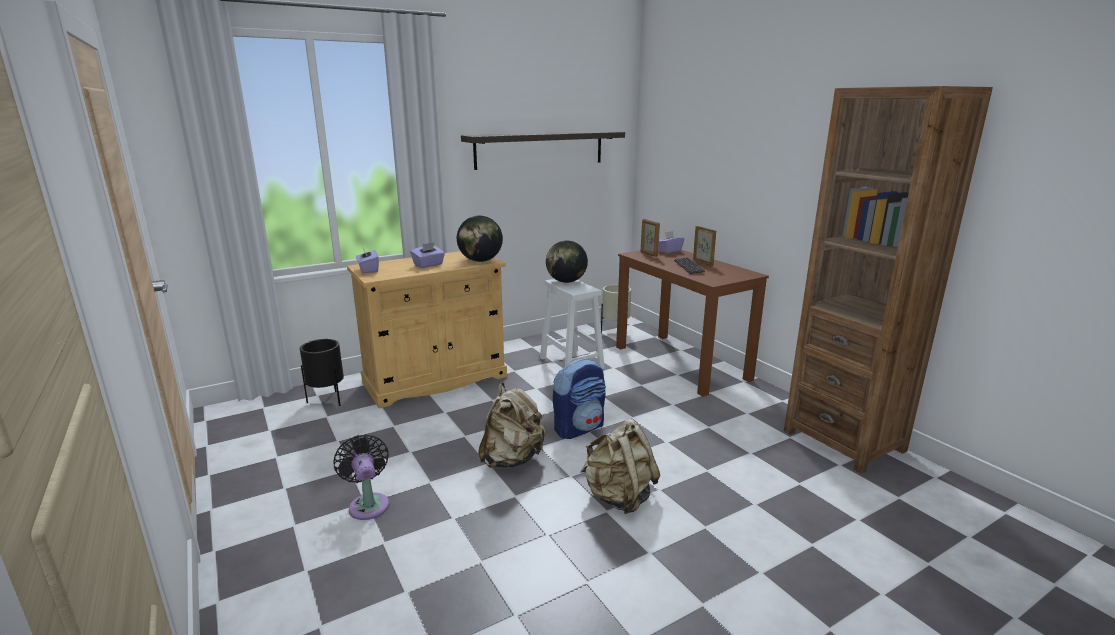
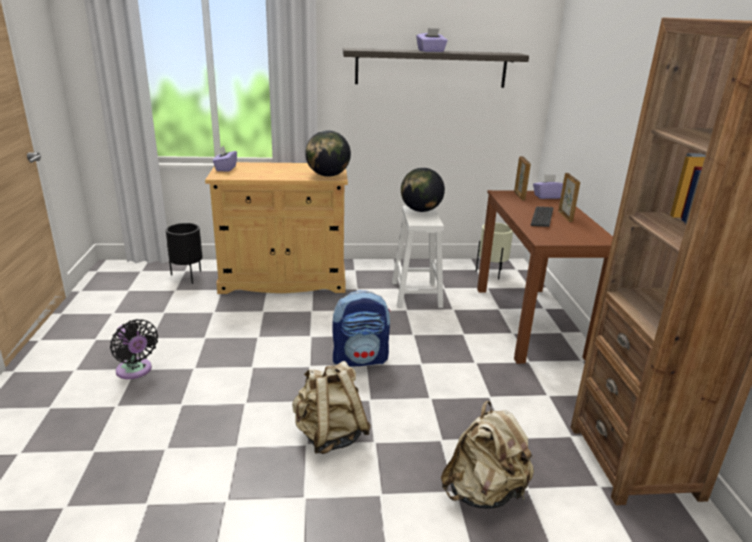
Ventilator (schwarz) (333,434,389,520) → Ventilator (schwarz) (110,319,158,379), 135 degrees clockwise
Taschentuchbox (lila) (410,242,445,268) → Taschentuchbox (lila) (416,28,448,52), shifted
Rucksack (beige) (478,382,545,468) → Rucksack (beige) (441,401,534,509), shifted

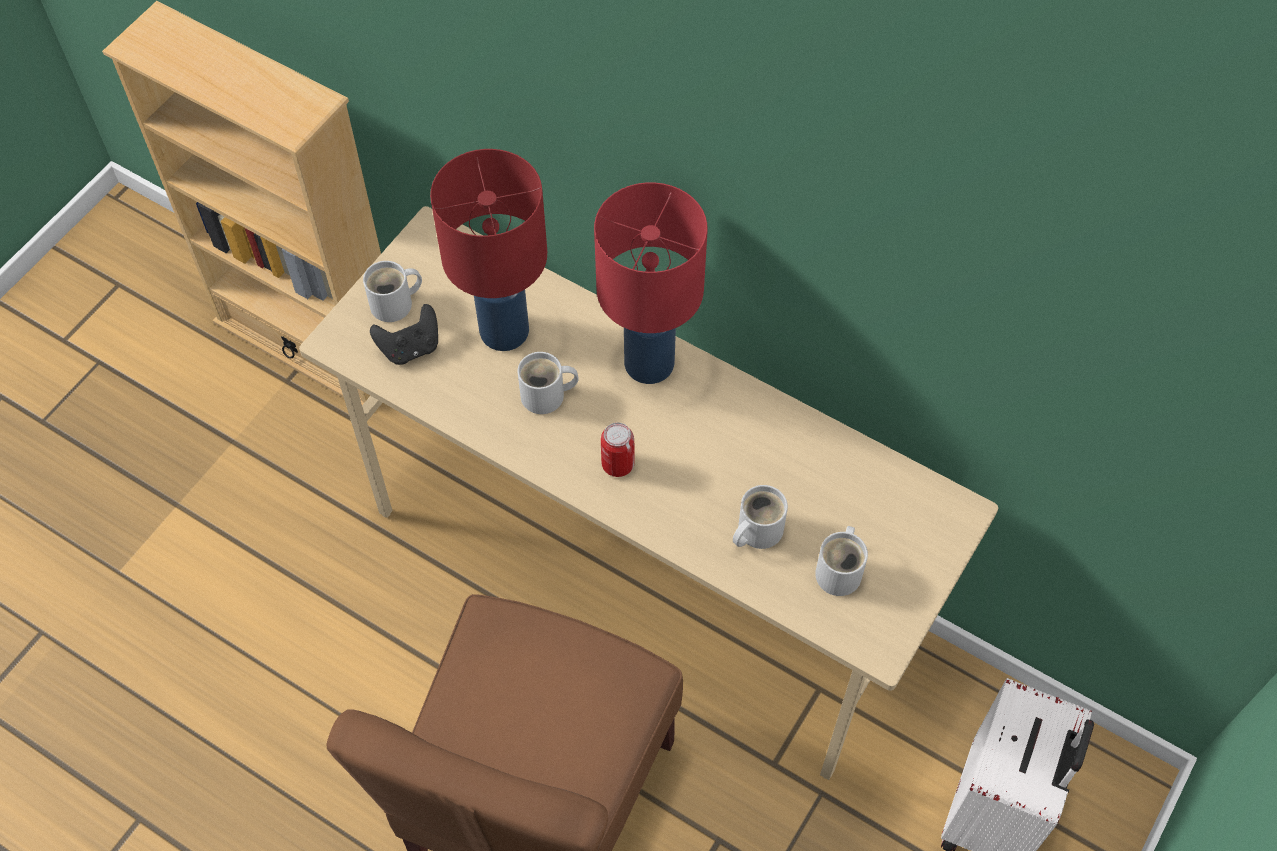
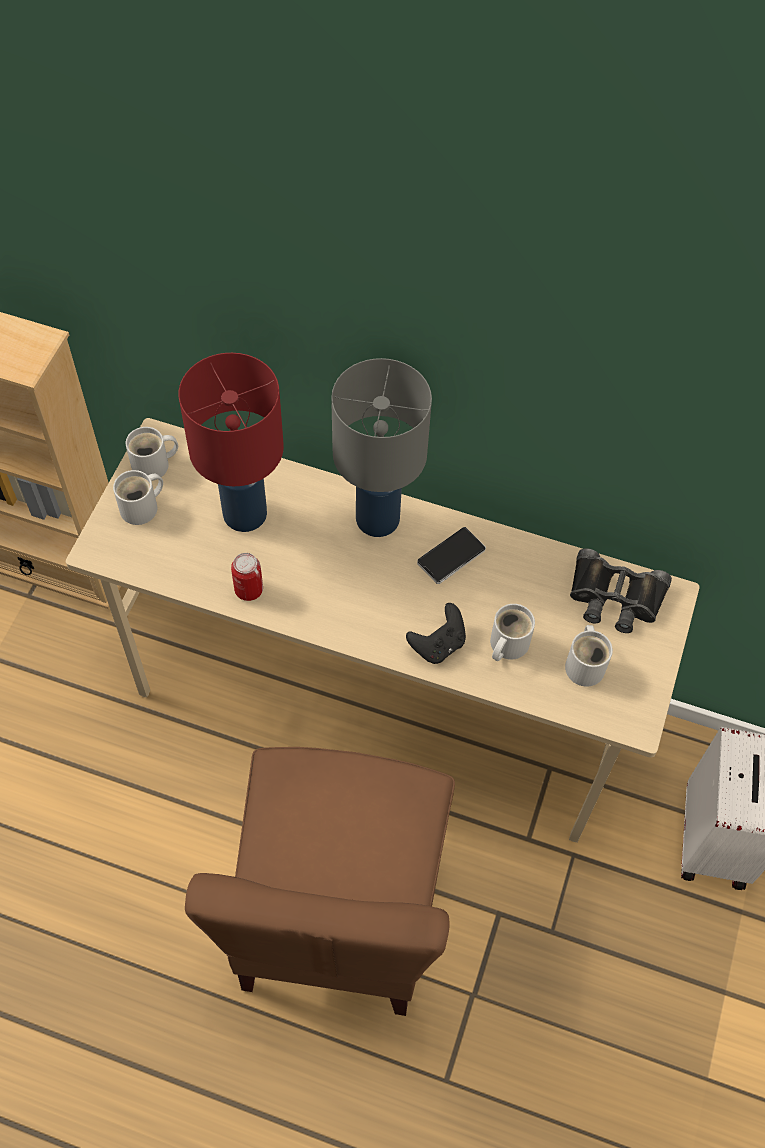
Henkelbecher (weiß) (517,352,579,414) → Henkelbecher (weiß) (126,427,178,481), shifted
Dose (601,422,635,477) → Dose (231,553,263,601), shifted
Tischlampe (rot) (594,182,708,384) → Tischlampe (grau) (331,358,432,537)
Gamepad (schwarz) (370,304,438,365) → Gamepad (schwarz) (406,603,466,664), shifted
- → Handy (417,527,486,584)
- → Fernglas (schwarz) (570,548,672,633)

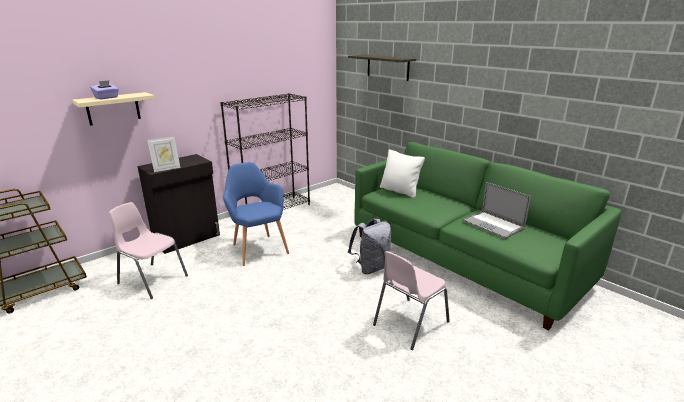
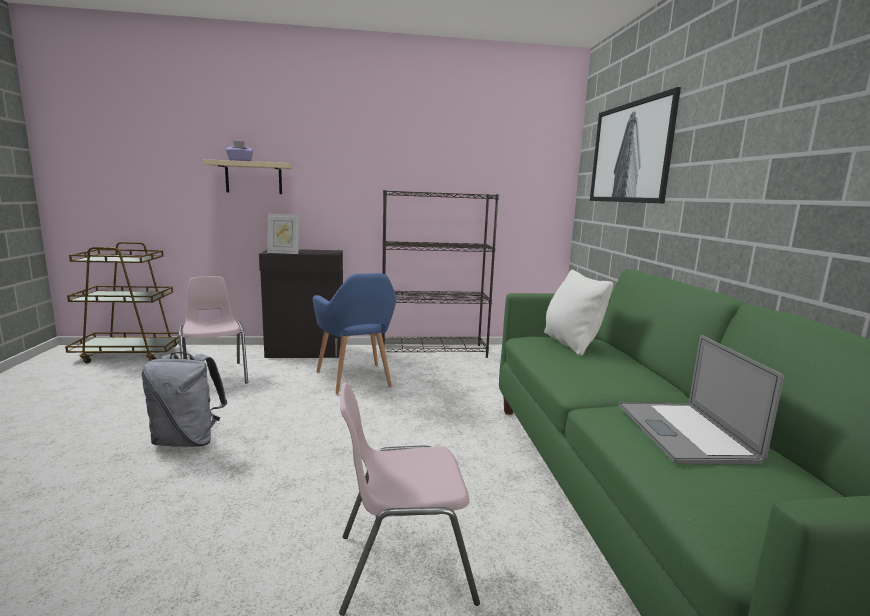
Rucksack (grau) (348,219,391,274) → Rucksack (grau) (142,352,227,447), shifted
Sessel (blau) (223,162,289,266) → Sessel (blau) (313,273,396,394), 150 degrees clockwise
Wandregal (348,55,416,81) → Bild (590,87,681,204)

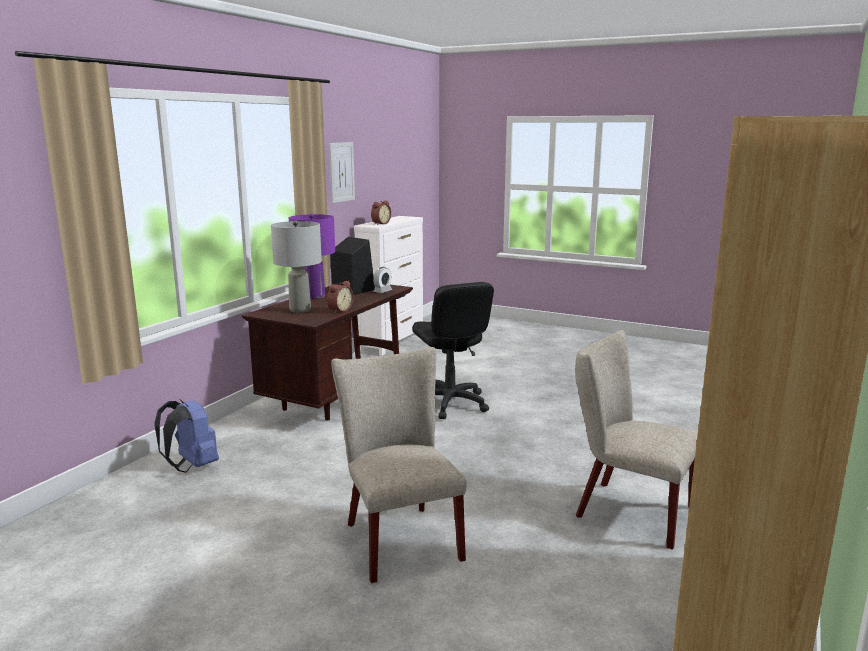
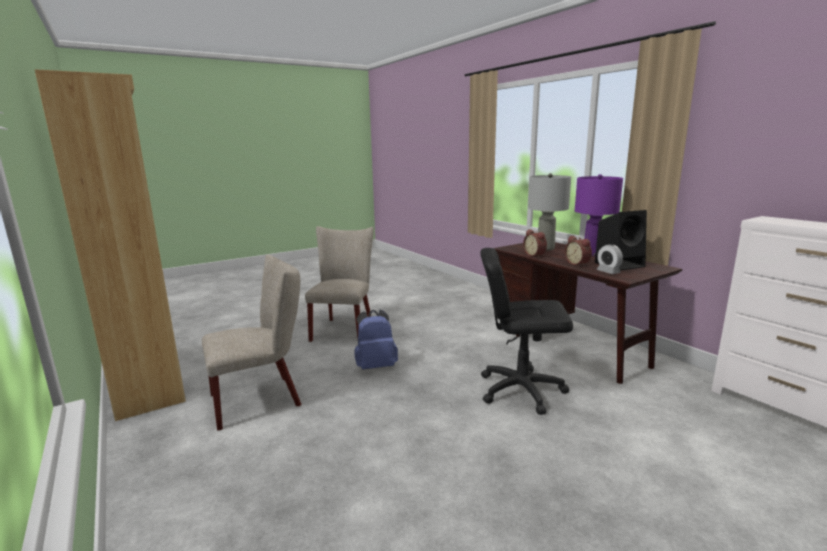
Stuhl (beige) (331,347,467,583) → Stuhl (beige) (305,226,374,342), 90 degrees counterclockwise
Rucksack (blau) (154,399,219,473) → Rucksack (blau) (354,310,398,370), shifted
Wecker (371,200,391,225) → Wecker (565,236,592,267), shifted
Bild (329,142,355,203) → -

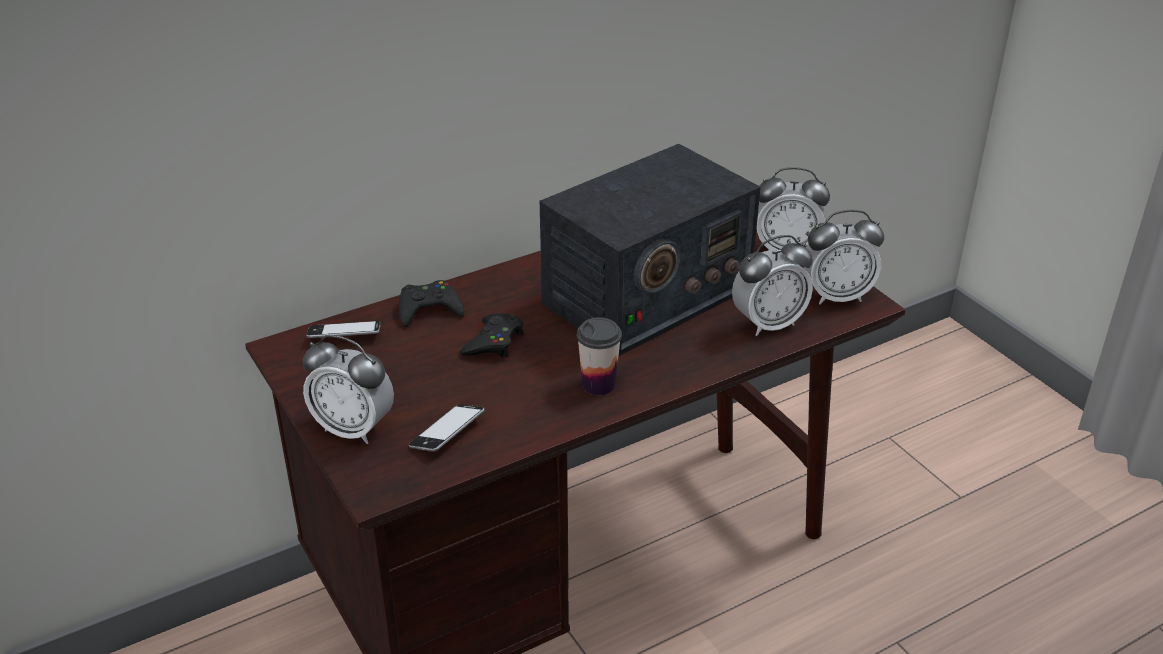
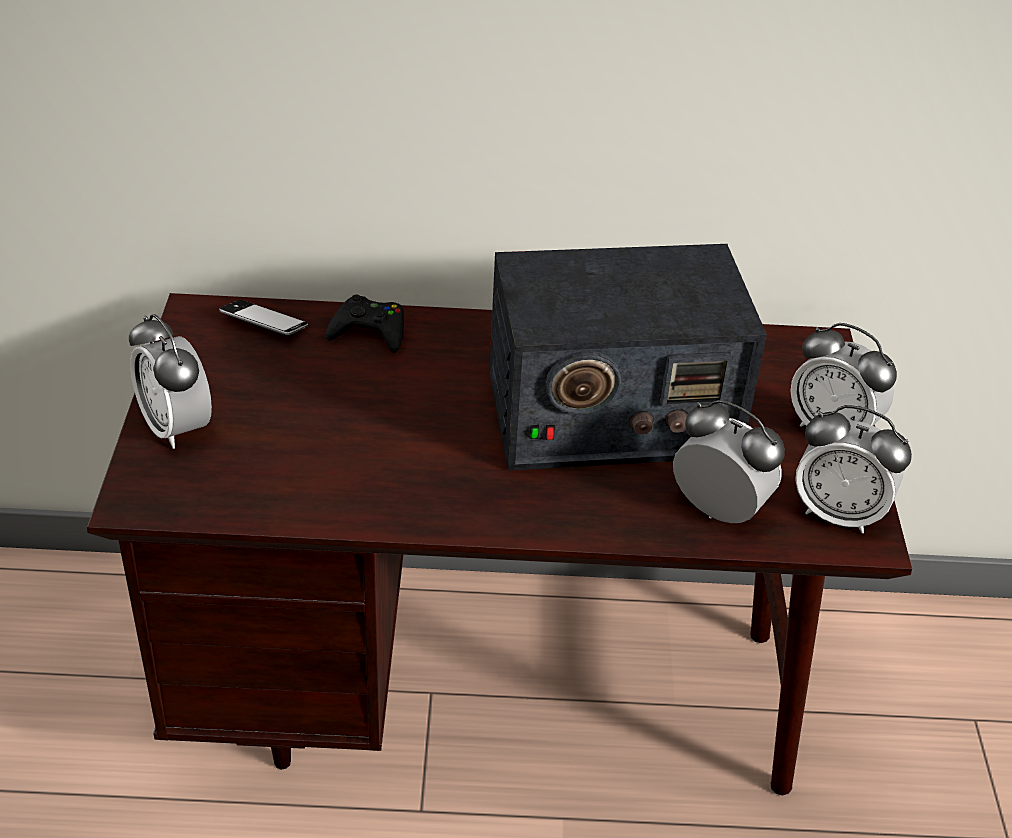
Wecker (732,235,813,336) → Wecker (673,400,785,523), 150 degrees counterclockwise
Handy (409,404,485,452) → -
Gamepad (schwarz) (459,313,524,358) → -
Tasse (577,317,622,395) → -

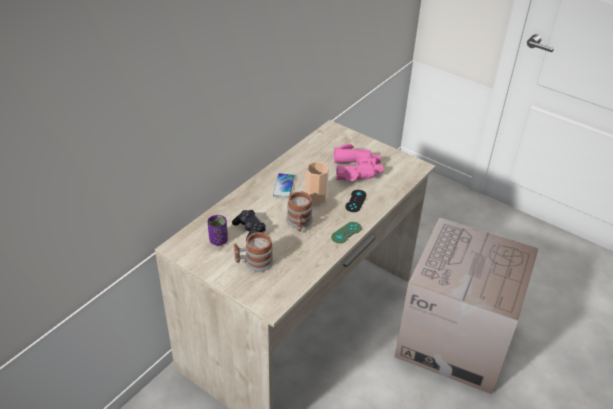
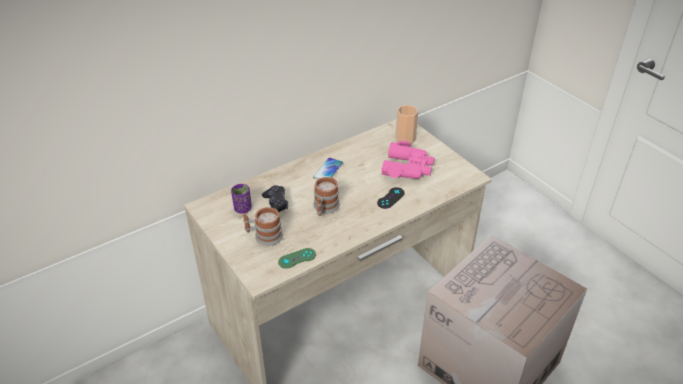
Gamepad (grün) (331,222,362,243) → Gamepad (grün) (278,248,316,269), shifted
Tasse (305,161,329,205) → Tasse (395,105,418,144), shifted

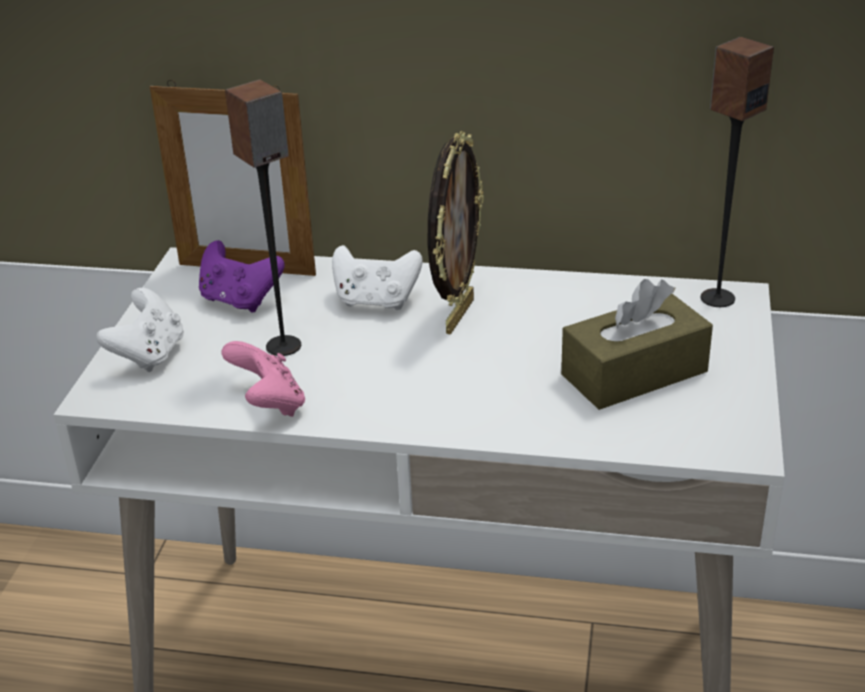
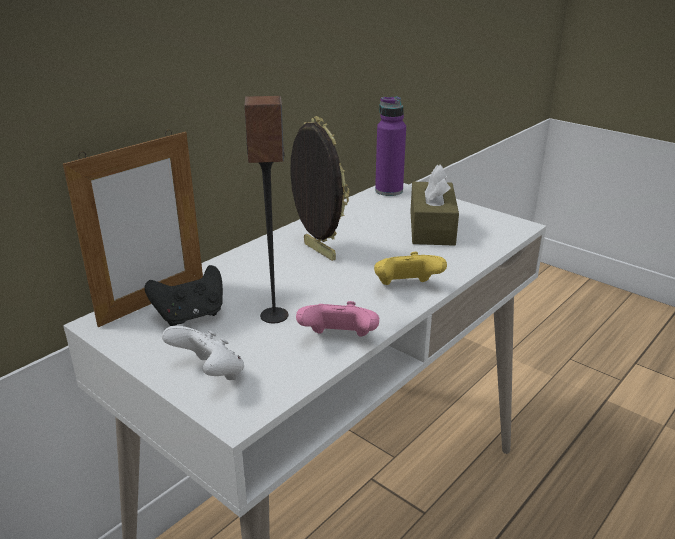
Gamepad (lila) (199,240,285,312) → Gamepad (schwarz) (144,265,223,326)
- → Gamepad (gelb) (374,252,447,285)
Lautsprecher (701,37,774,307) → Flasche (lila) (375,97,406,196)
Gamepad (weiß) (332,245,423,310) → -

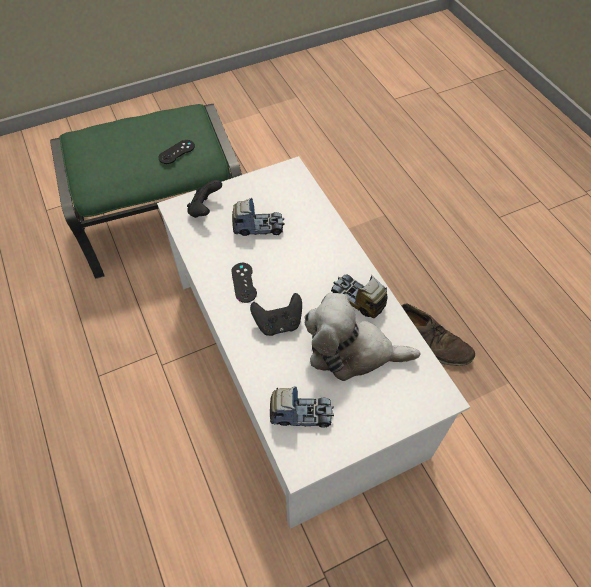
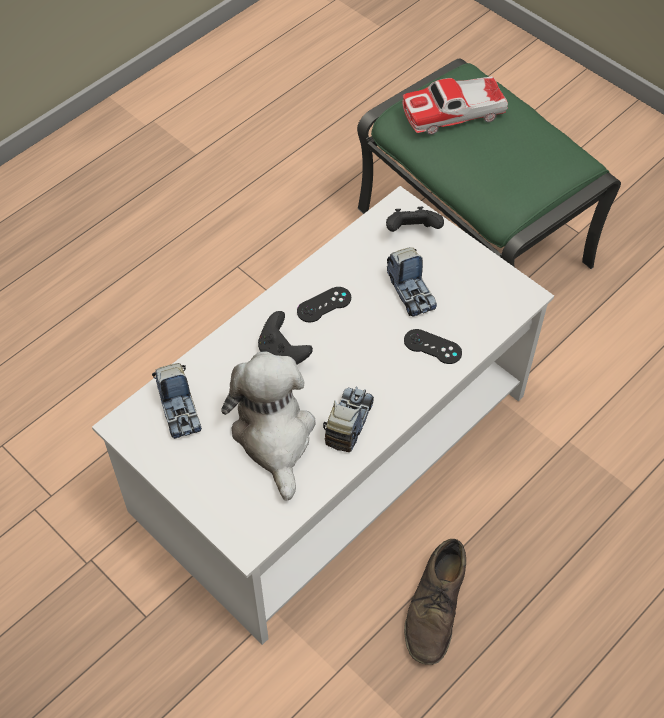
- → Spielzeugauto (402,76,508,135)
Gamepad (schwarz) (159,140,195,164) → Gamepad (schwarz) (404,329,462,364), shifted

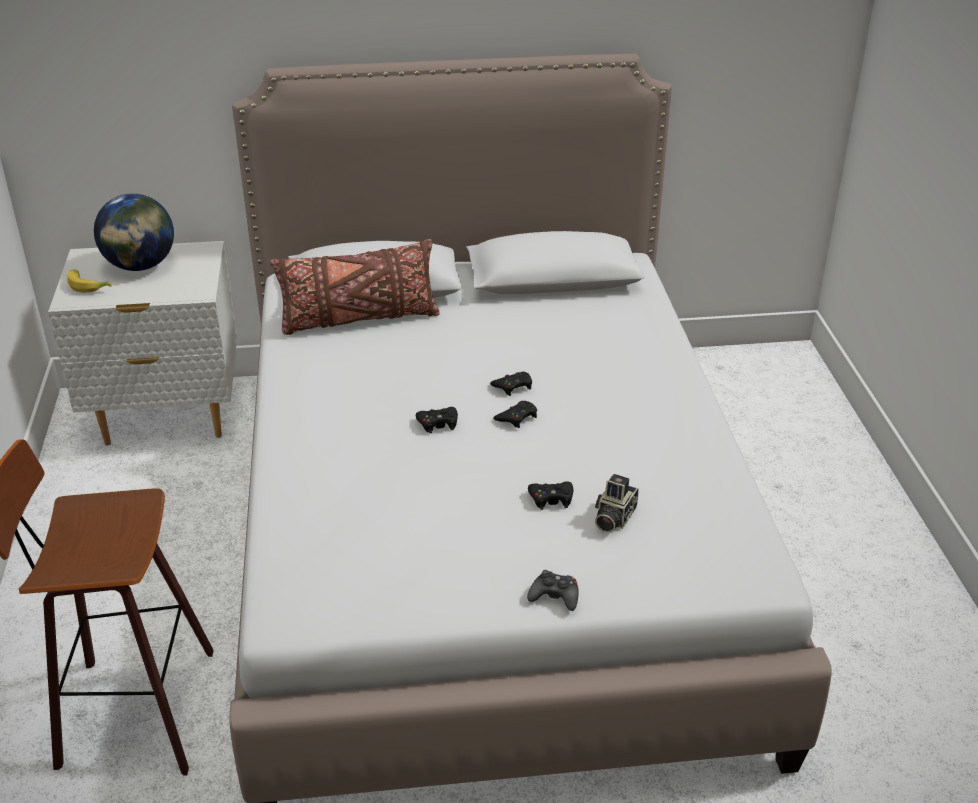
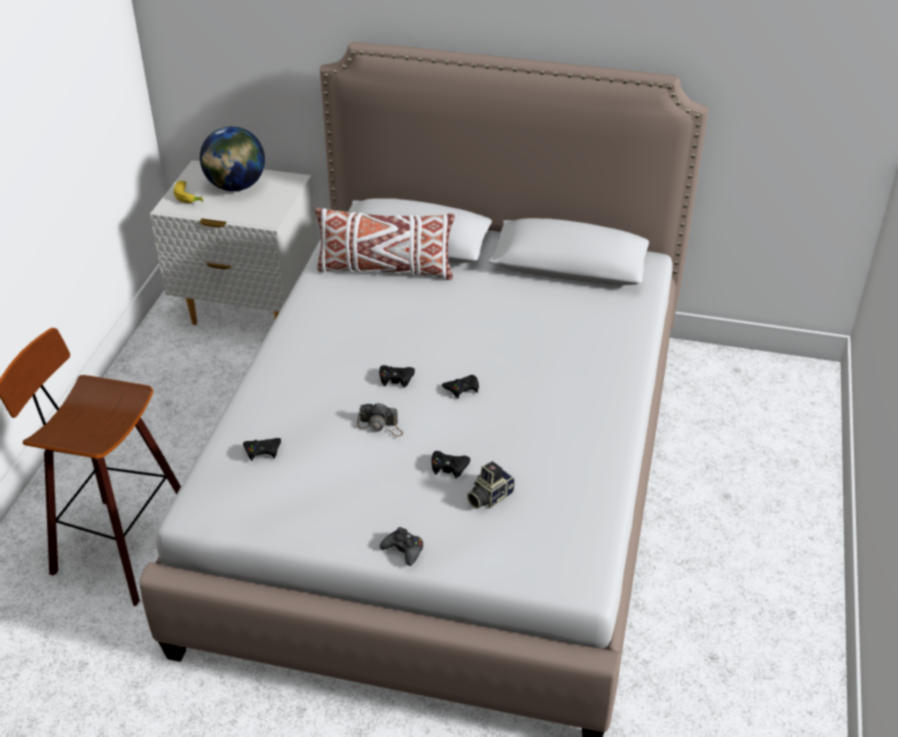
Gamepad (schwarz) (490,372,532,396) → Gamepad (schwarz) (243,438,281,461), shifted
Kissen (braun) (270,239,440,335) → Kissen (weiß) (315,208,454,280)
- → Kamera (357,403,403,436)

